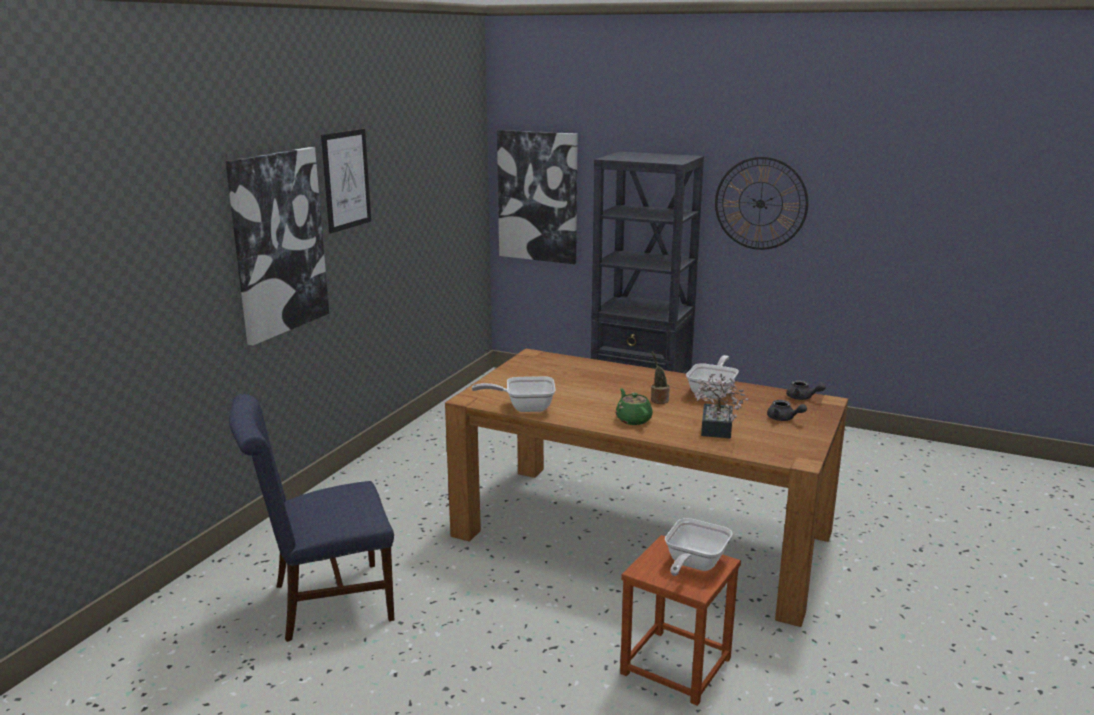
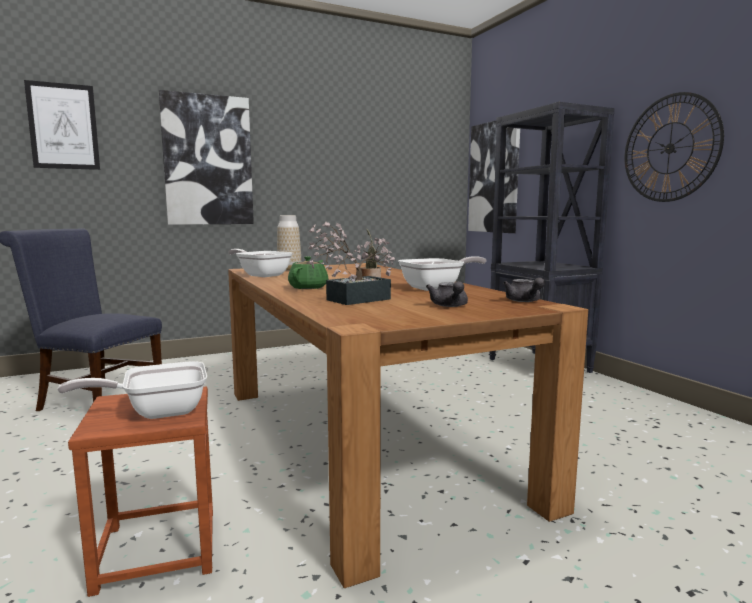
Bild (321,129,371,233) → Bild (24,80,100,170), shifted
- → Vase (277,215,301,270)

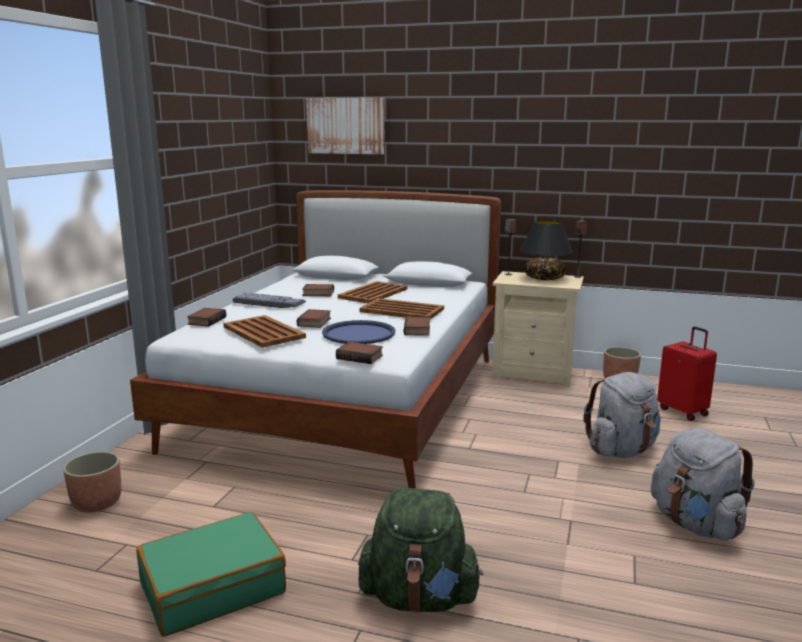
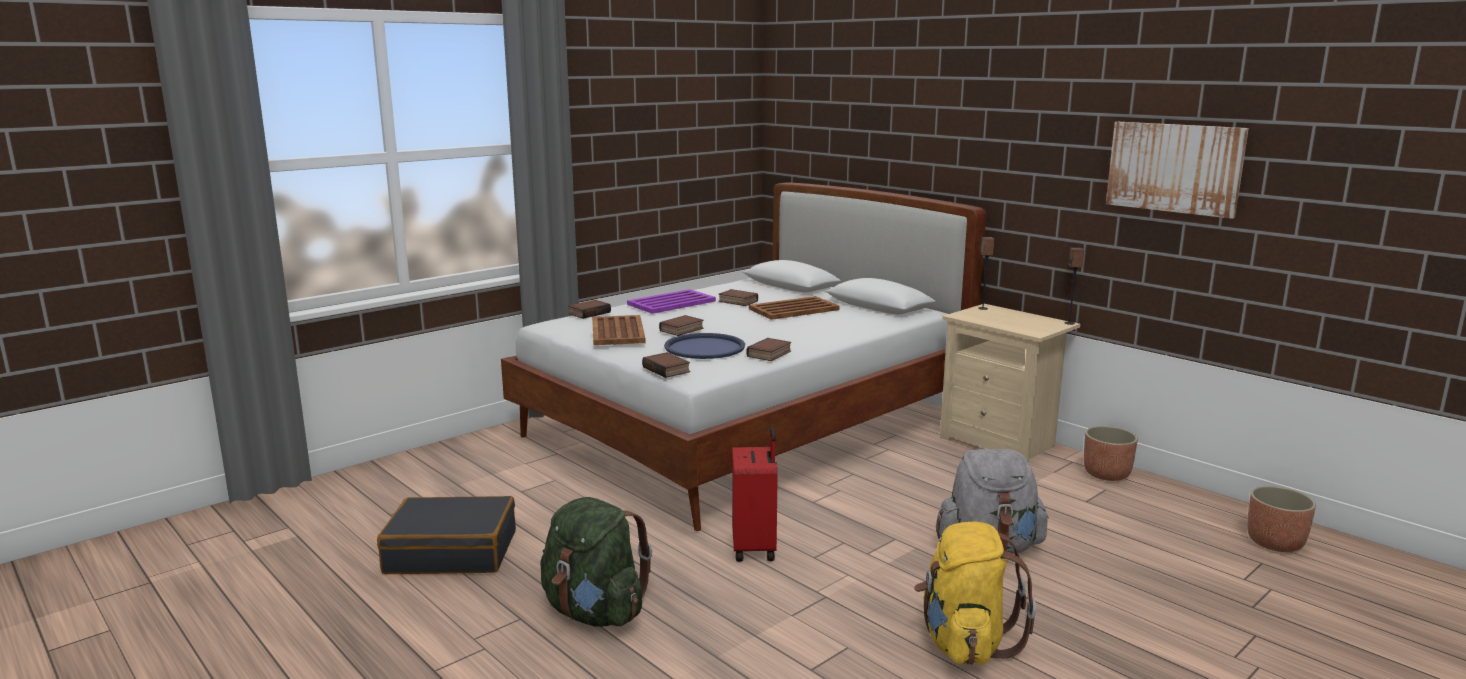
Koffer (grün) (136,512,286,637) → Koffer (schwarz) (377,496,516,574)
Tastatur (233,292,306,308) → Tablett (lila) (627,289,716,314)
Koffer (rot) (657,327,717,421) → Koffer (rot) (732,427,778,562), shifted
Rucksack (grau) (651,428,755,541) → Rucksack (gelb) (914,521,1036,665)
Bild (306,97,385,154) → Bild (1106,122,1249,219), shifted
Pflanzkübel (63,451,121,513) → Pflanzkübel (1247,486,1316,552), shifted
Tablett (braun) (360,298,444,319) → -
Tischlampe (schwarz) (520,220,573,280) → -

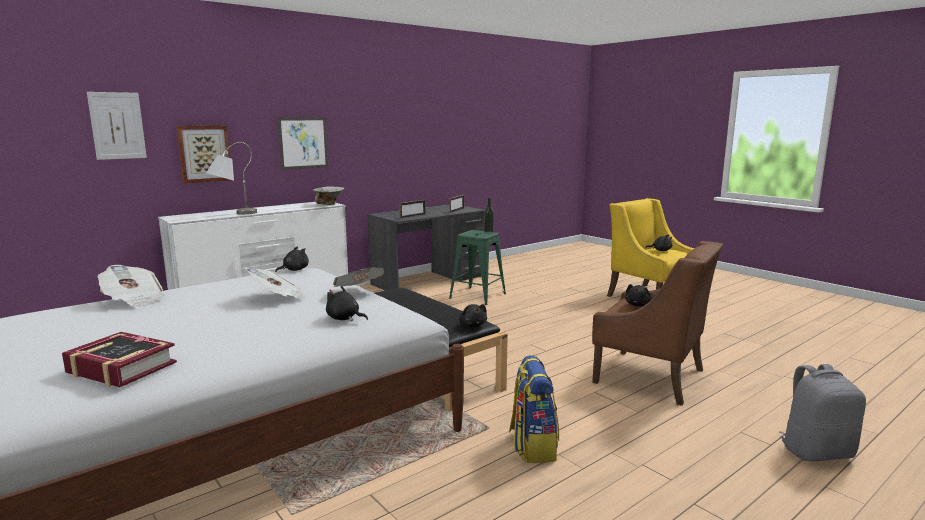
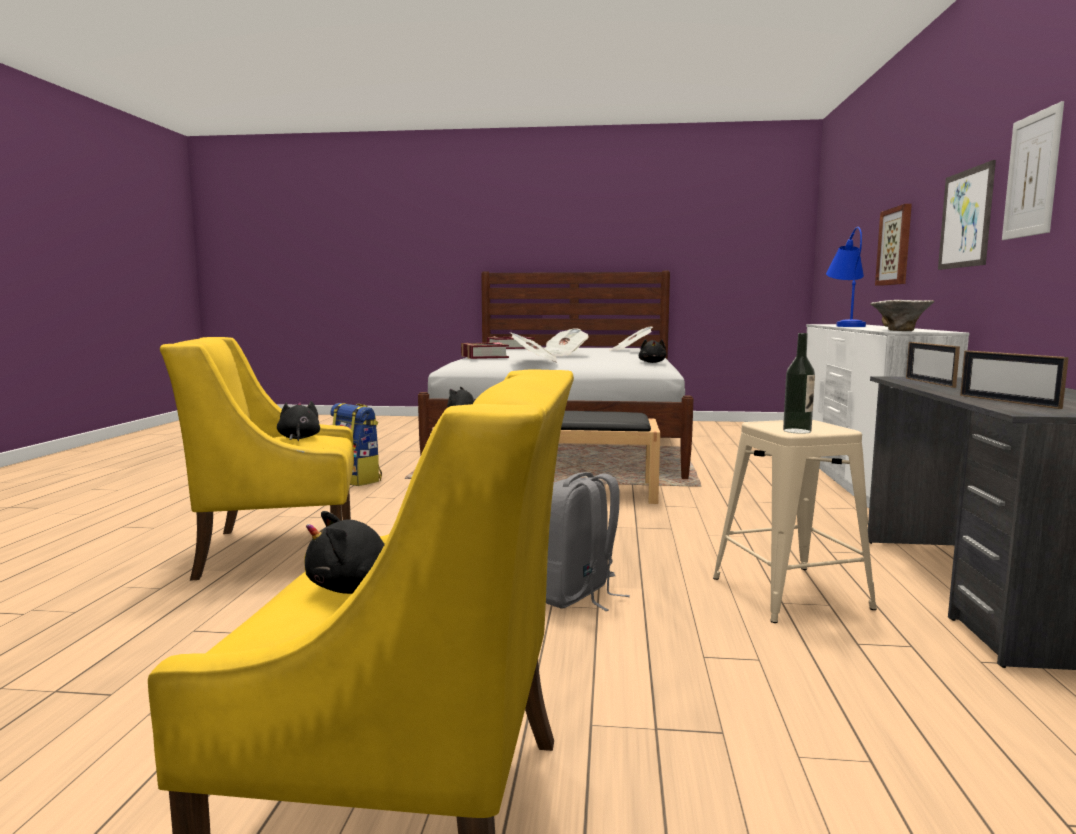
Sessel (braun) (592,241,723,406) → Sessel (gelb) (160,337,354,581)
Plüschtier (schwarz) (326,286,368,321) → Buch (461,342,509,359)
Rucksack (grau) (779,364,866,462) → Rucksack (grau) (546,472,630,611), shifted
Hocker (grün) (449,230,506,305) → Hocker (beige) (713,420,877,623)
Tischlampe (grau) (206,142,257,215) → Tischlampe (blau) (826,227,866,327)
Bild (87,92,147,160) → Bild (1002,101,1064,240), shifted

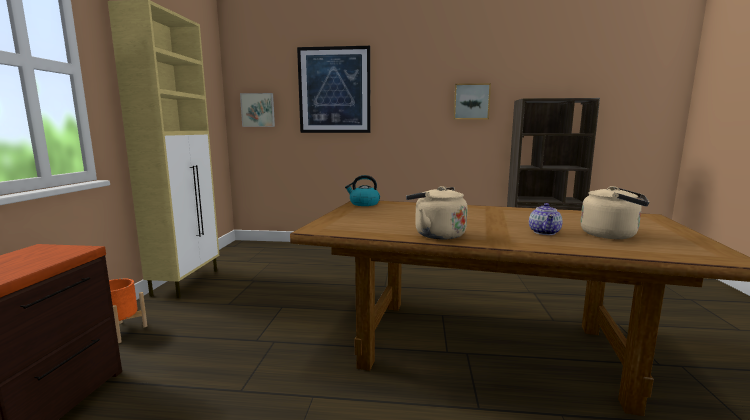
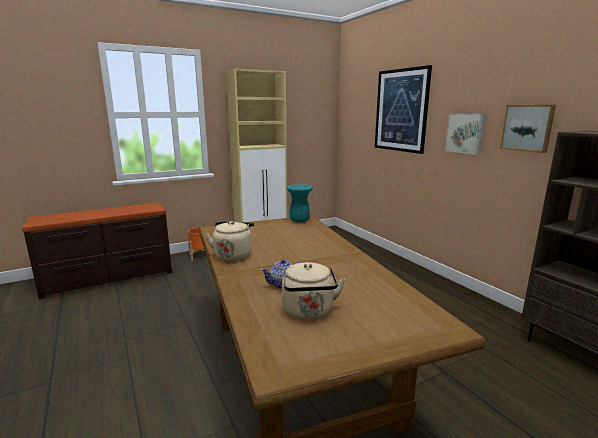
Wasserkessel (345,175,380,206) → Vase (türkis) (286,184,313,223)
Bild (240,93,275,127) → Bild (445,113,485,155), shifted

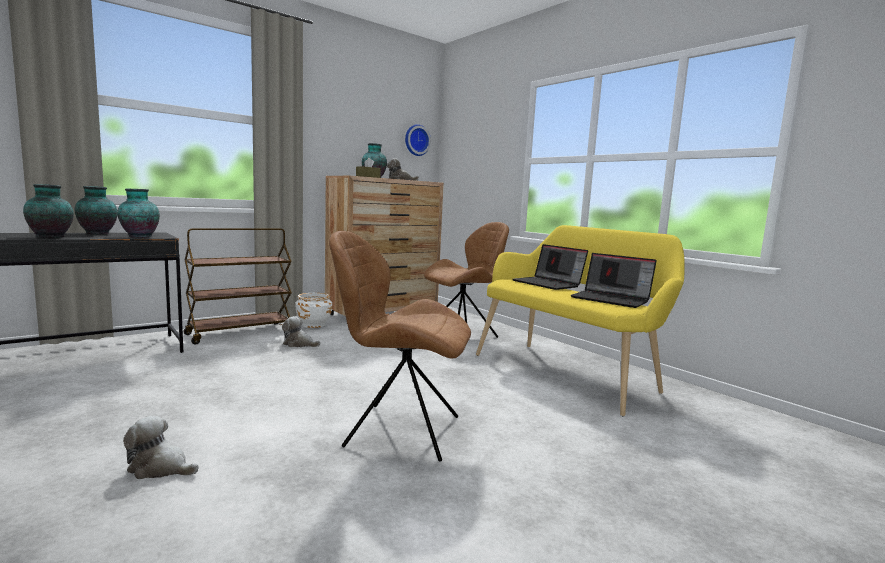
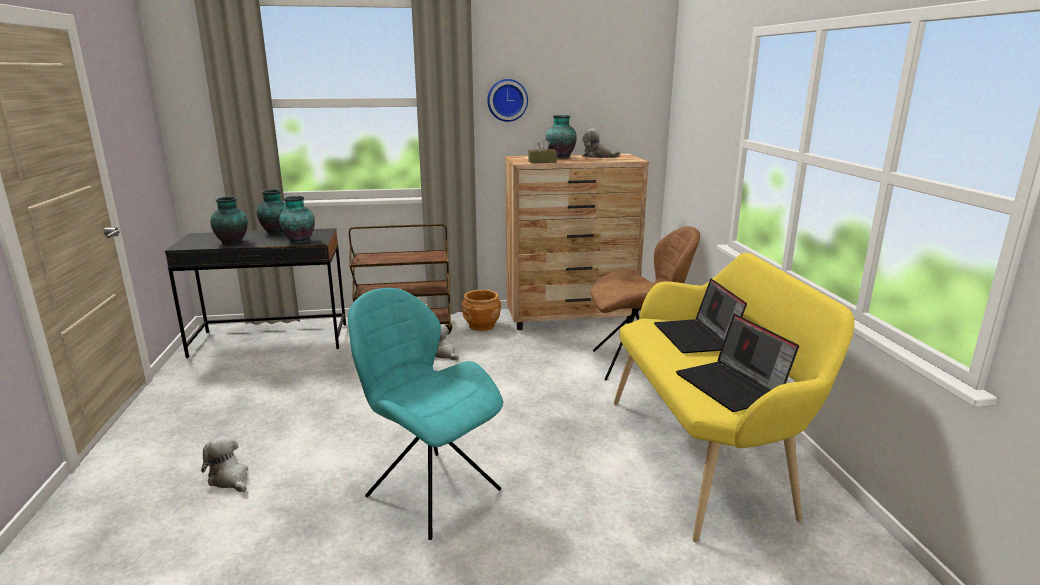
Stuhl (braun) (329,231,471,462) → Stuhl (türkis) (348,288,503,540)
Pflanzkübel (weiß) (295,293,333,328) → Pflanzkübel (braun) (462,290,501,331)
Wanduhr (405,124,431,156) → Wanduhr (487,79,528,122), shifted

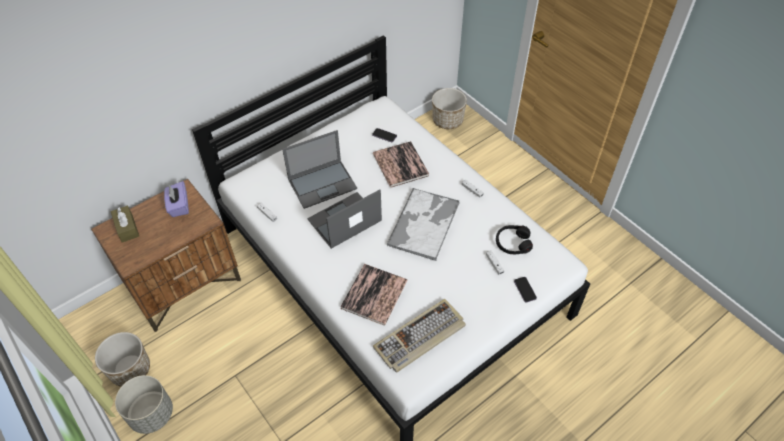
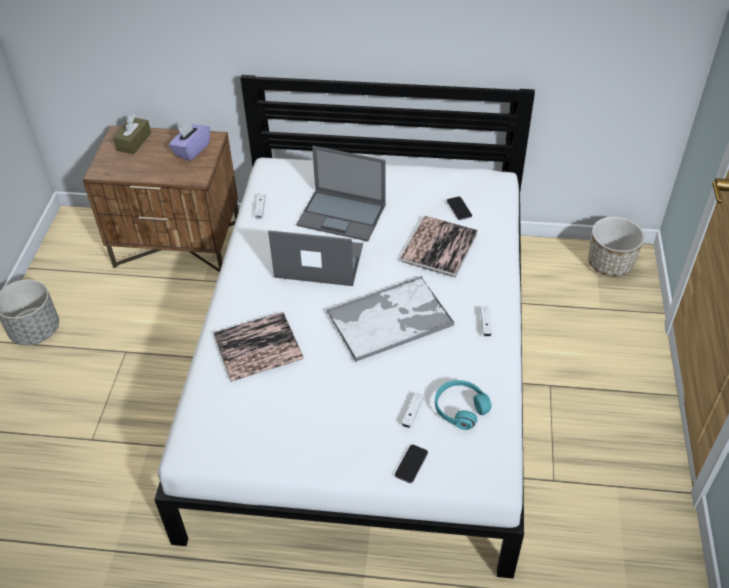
Kopfhörer (schwarz) (496,225,533,255) → Kopfhörer (türkis) (435,380,491,430)
Pflanzkübel (95,332,150,387) → -
Tastatur (373,299,466,373) → -

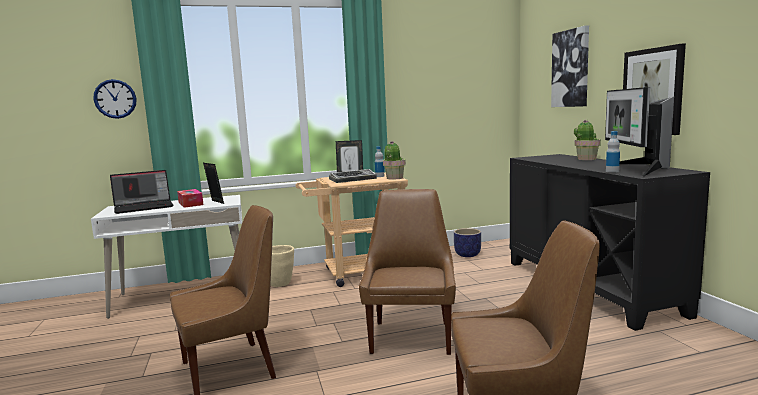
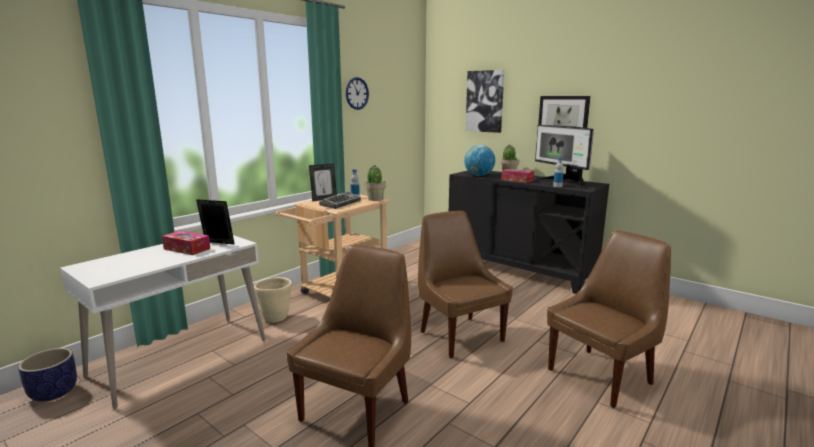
Pflanzkübel (454,228,481,257) → Pflanzkübel (18,348,77,402), shifted
Wanduhr (94,79,136,119) → Wanduhr (346,77,369,110), shifted
- → Globus (464,145,495,176)
- → Taschentuchbox (501,169,534,183)
Laptop (110,170,173,214) → -

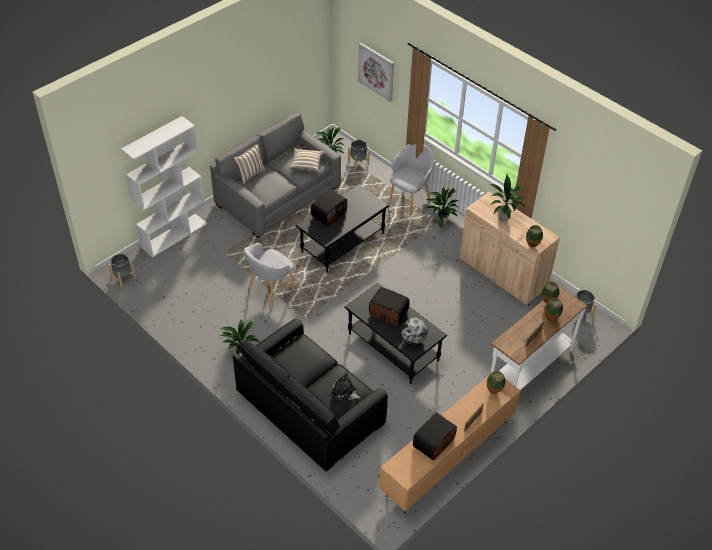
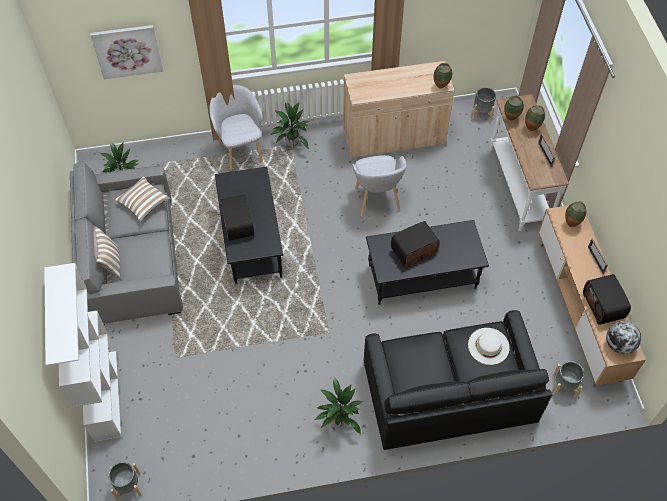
Sessel (grau) (244,243,295,309) → Sessel (grau) (352,155,406,218), shifted
Plüschtier (331,372,360,401) → Hut (weiß) (468,328,510,365)
Pflanzkübel (grau) (348,140,369,169) → Pflanzkübel (grau) (553,361,584,398), shifted
Globus (401,318,428,344) → Globus (606,321,641,354), shifted
Topfpflanze (489,175,525,221) → -

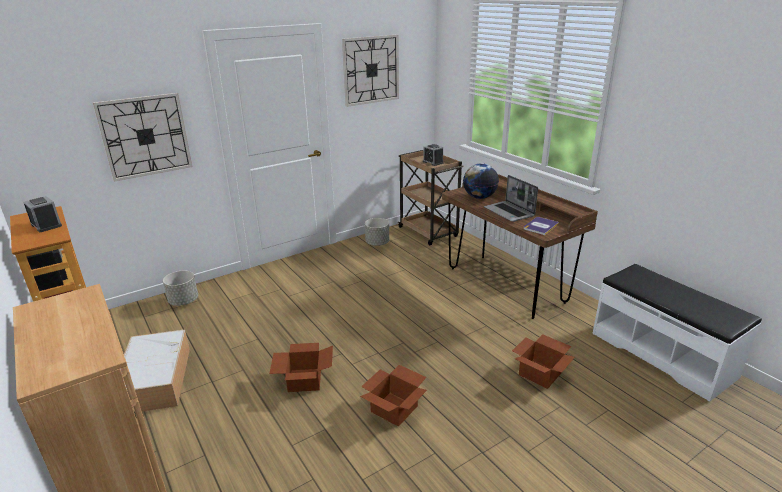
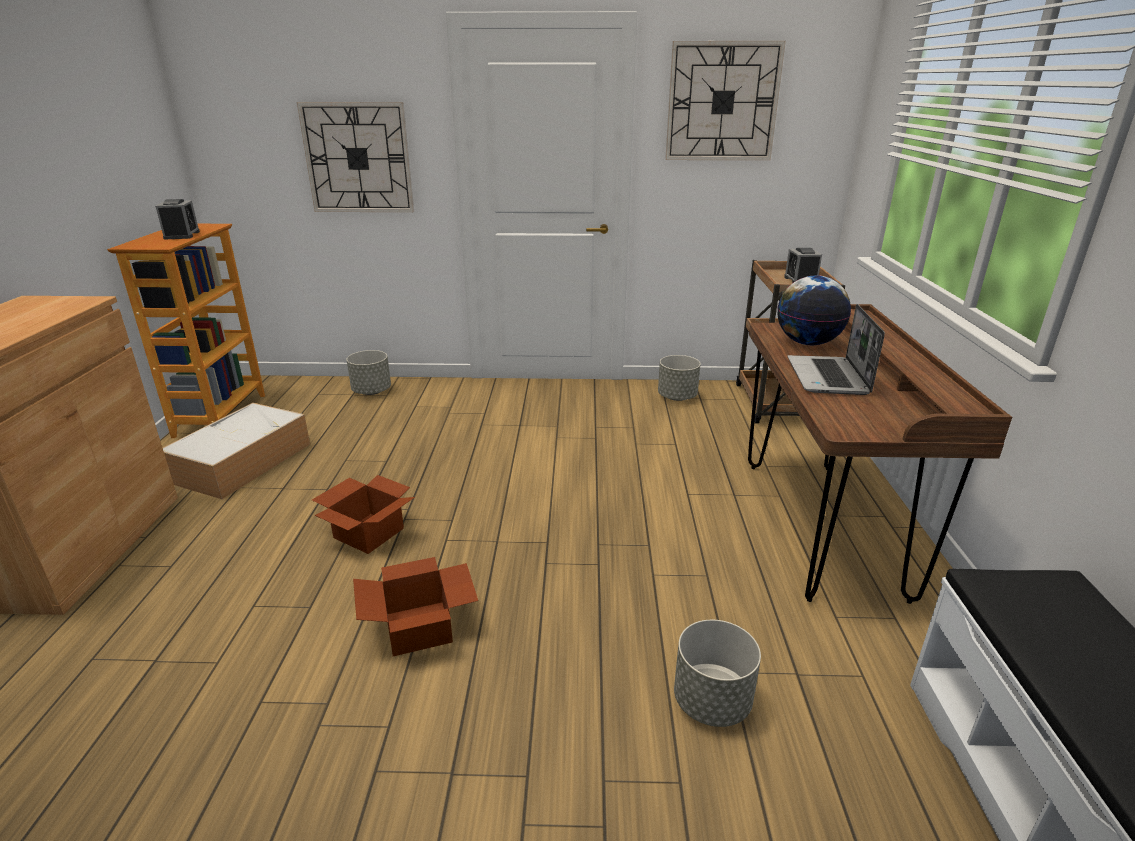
Karton (512,334,575,389) → Pflanzkübel (grau) (674,620,761,727)
Buch (523,217,559,235) → -

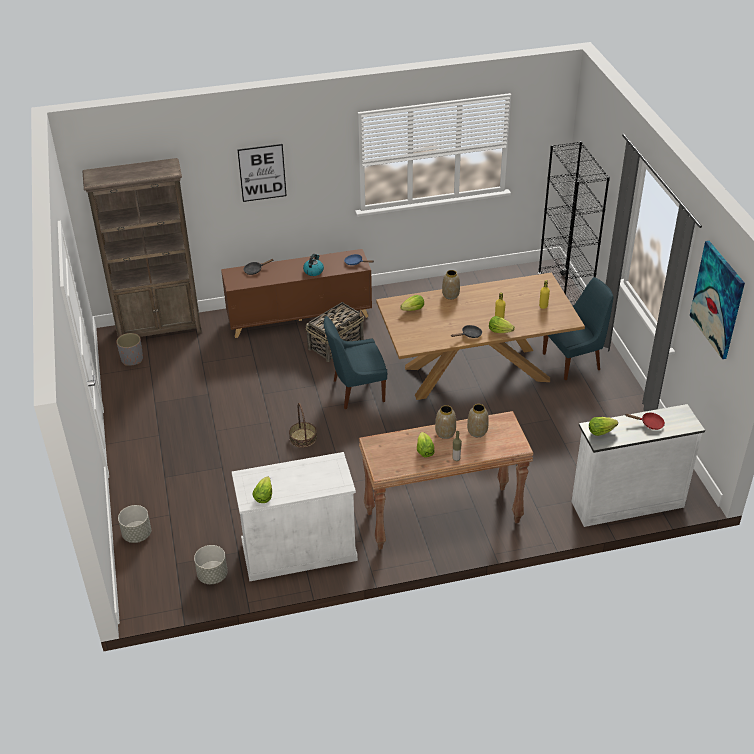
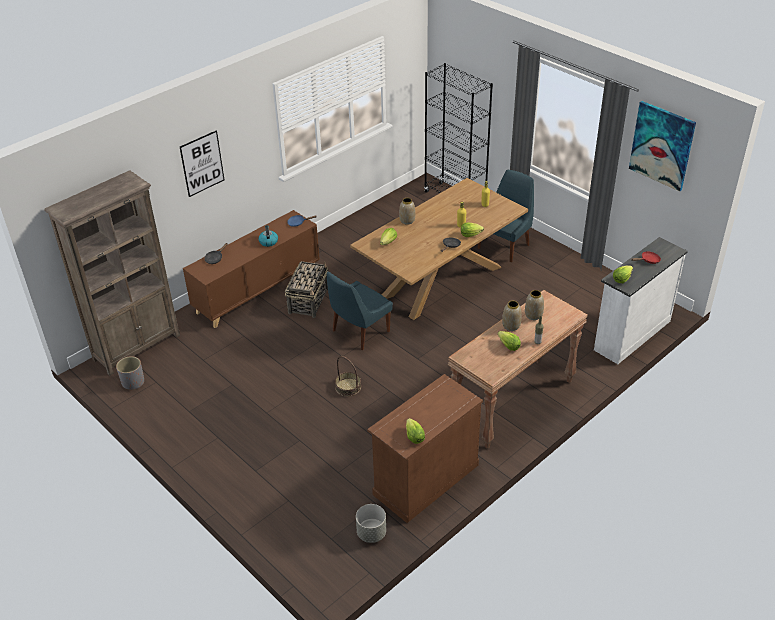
Schrank (weiß) (232,452,358,581) → Schrank (braun) (367,374,483,523)
Pflanzkübel (grau) (118,505,151,543) → -

